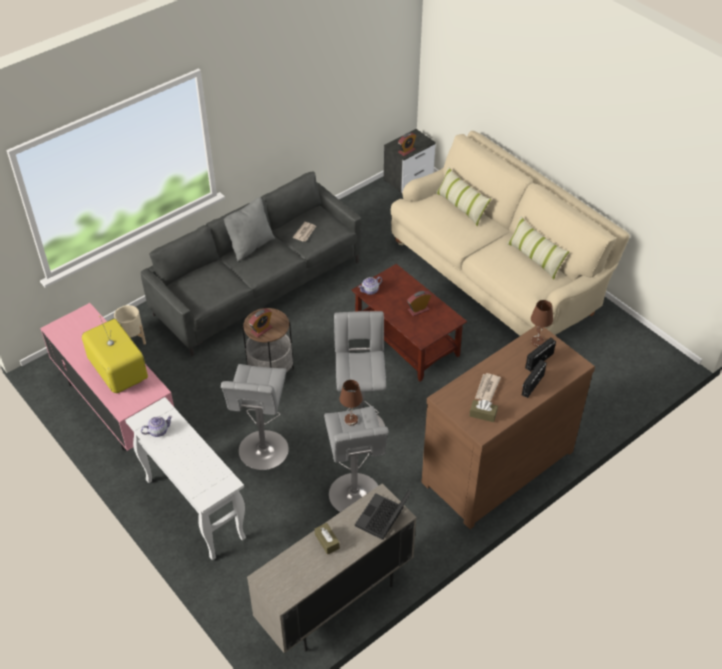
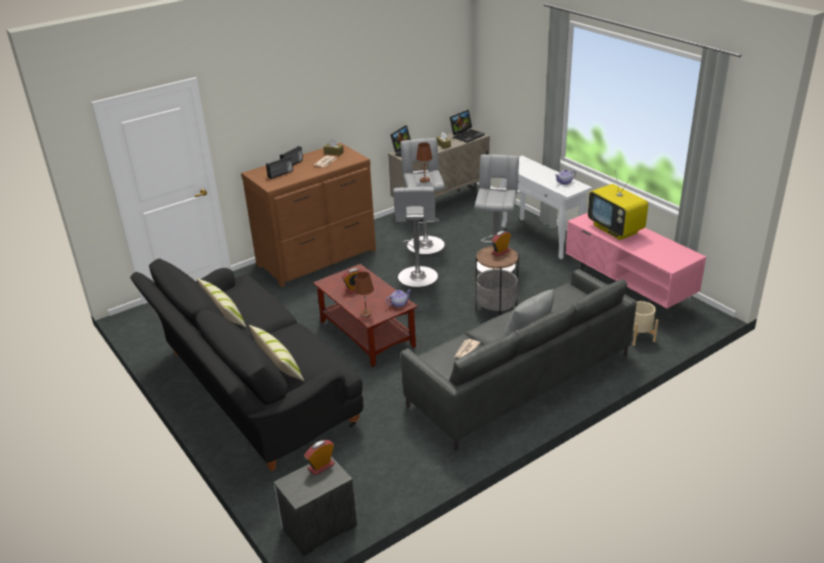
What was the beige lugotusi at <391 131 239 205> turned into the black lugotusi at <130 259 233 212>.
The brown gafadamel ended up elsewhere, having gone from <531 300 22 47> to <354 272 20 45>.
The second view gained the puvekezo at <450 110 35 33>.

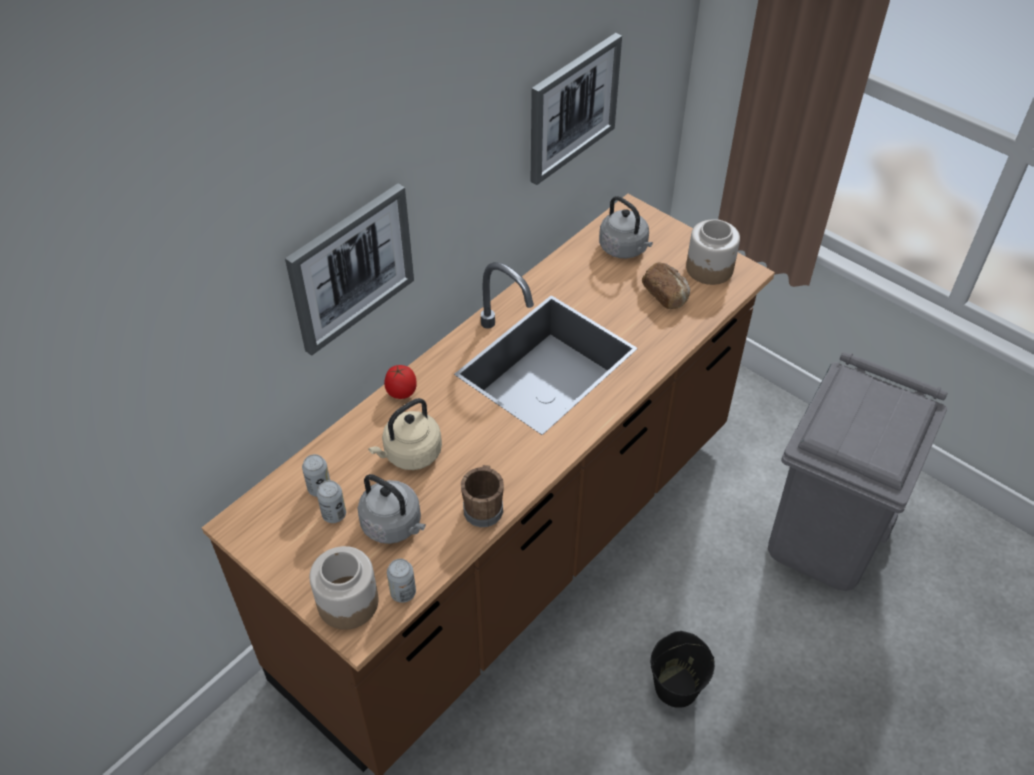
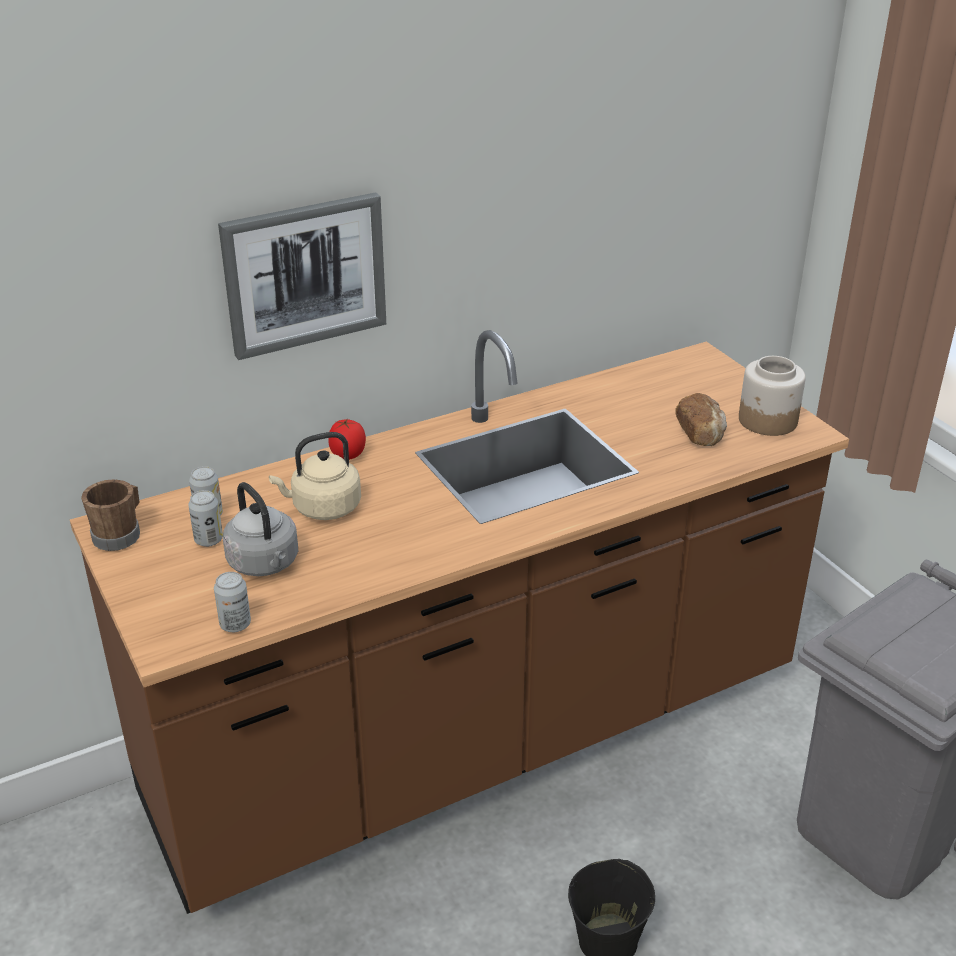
The second view lost the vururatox at <531 33 91 152>.
The second view lost the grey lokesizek at <599 196 54 62>.
The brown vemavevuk ended up elsewhere, having gone from <461 465 43 62> to <81 479 59 72>.
The second view lost the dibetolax at <310 546 68 84>.

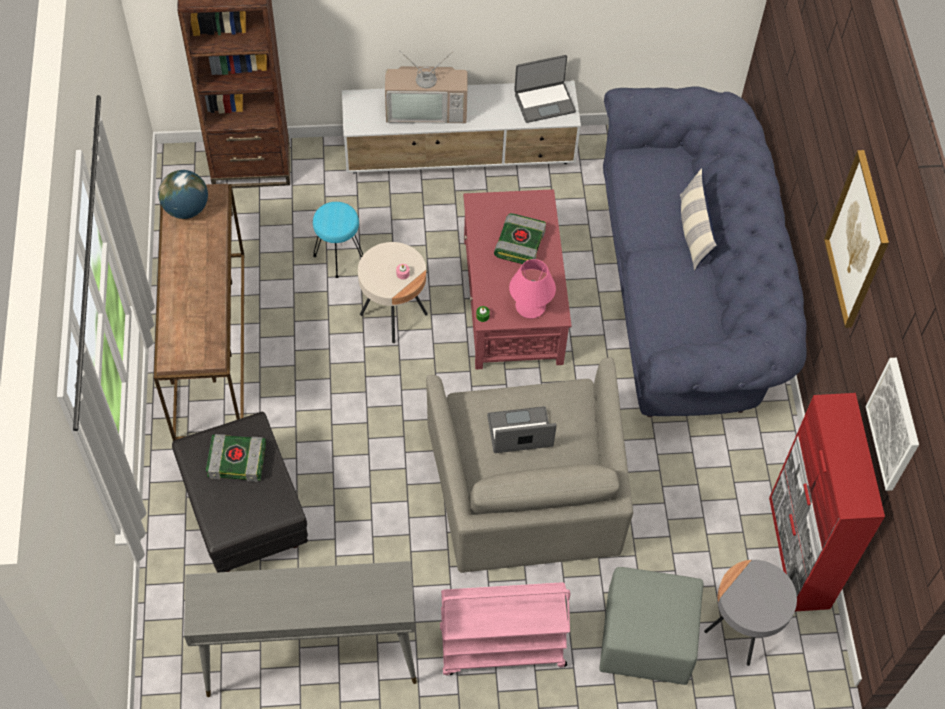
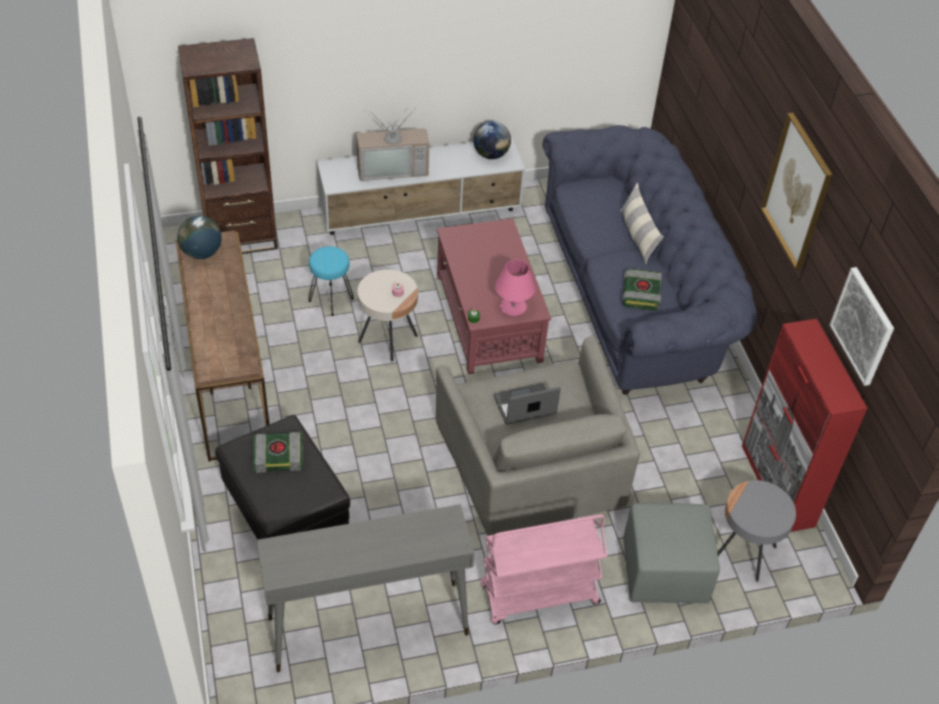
Where the puvekezo stood at <514 55 62 68>, the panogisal came to stand at <473 121 38 38>.
The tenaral ended up elsewhere, having gone from <494 213 52 51> to <622 269 40 42>.

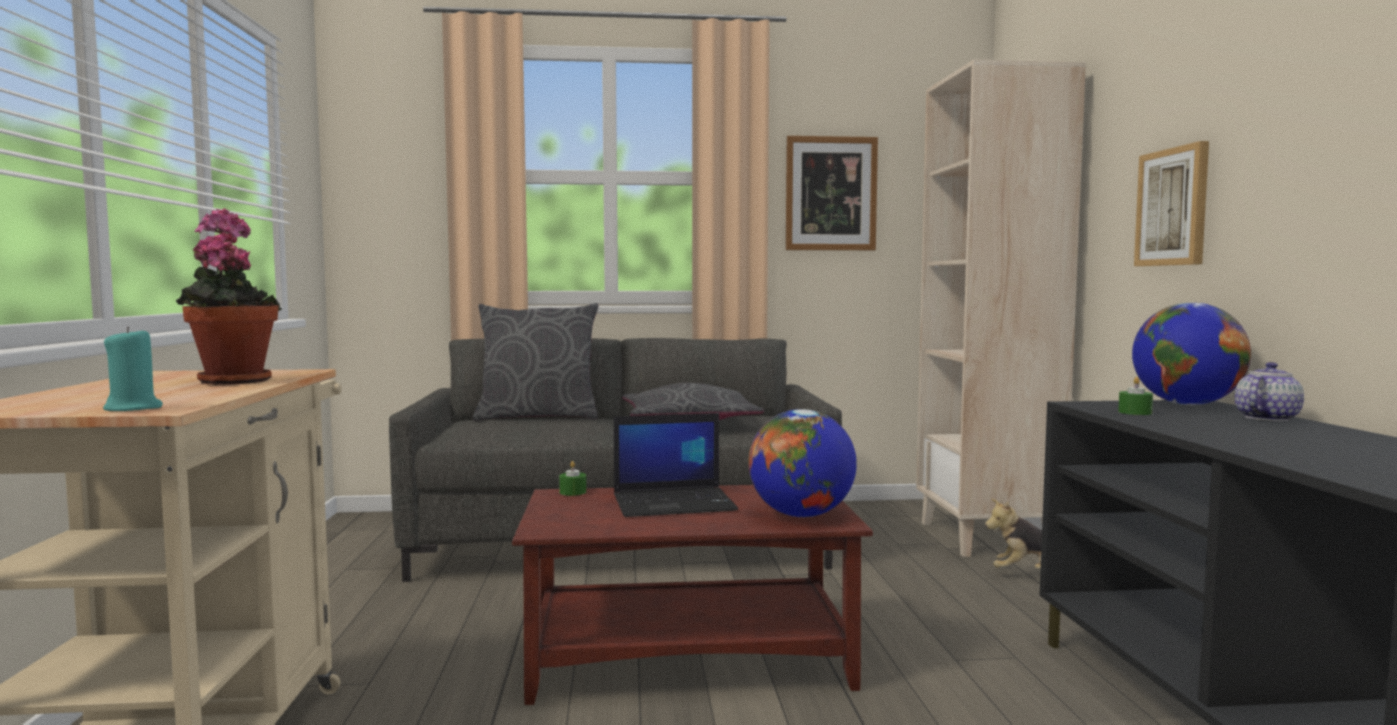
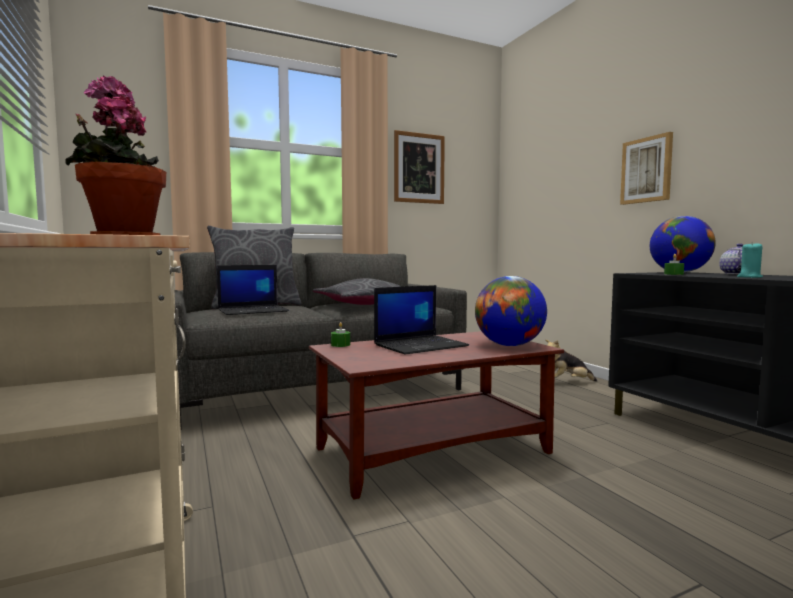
The second view lost the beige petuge at <916 59 170 498>.
The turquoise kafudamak ended up elsewhere, having gone from <103 326 60 85> to <737 243 26 35>.
The second view gained the puvekezo at <217 265 72 50>.

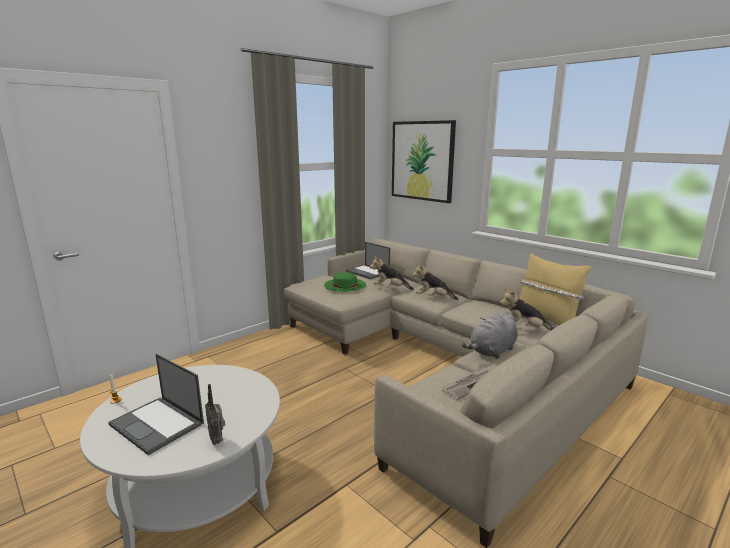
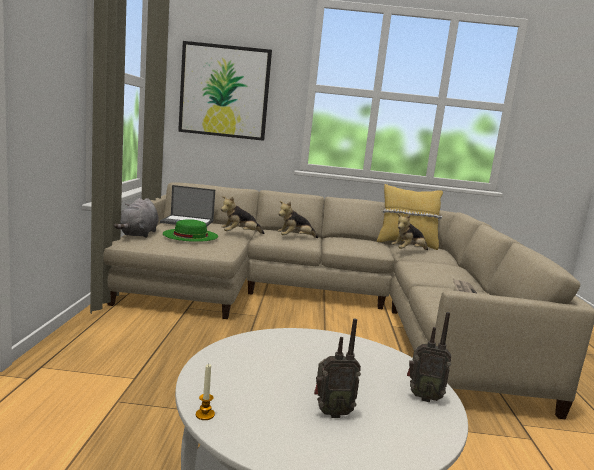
The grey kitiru ended up elsewhere, having gone from <462 311 56 48> to <114 198 45 40>.
Where the puvekezo stood at <108 354 96 101>, the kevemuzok came to stand at <314 318 47 100>.

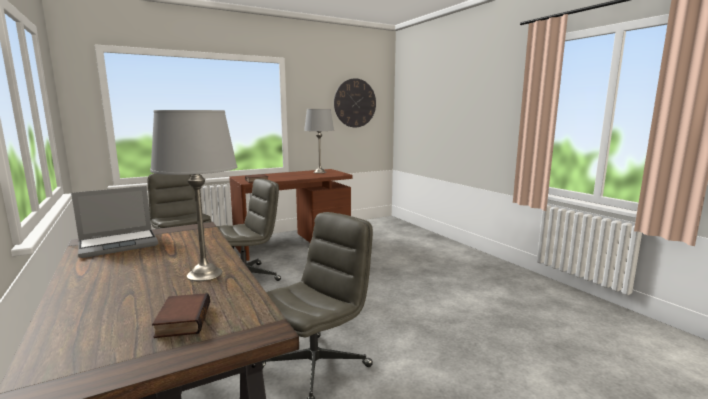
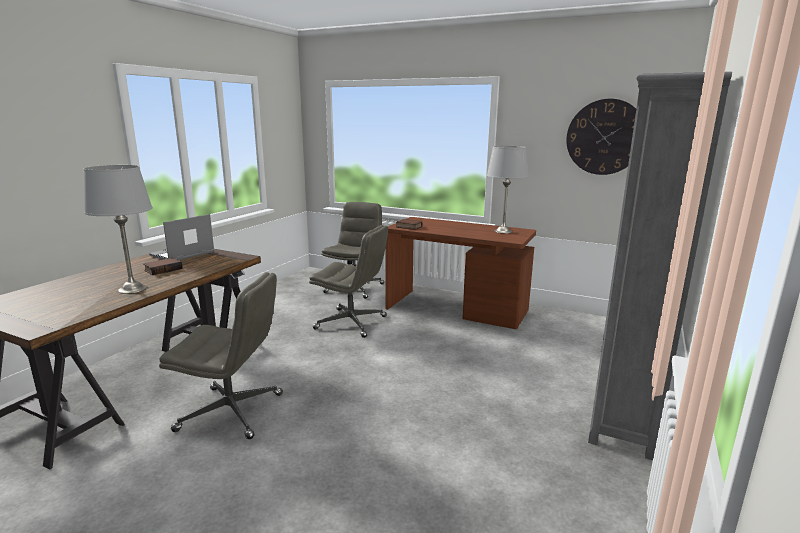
The puvekezo at <71 186 87 72> ended up facing another way, 105 degrees clockwise from before.
The tenaral ended up elsewhere, having gone from <152 293 58 45> to <143 258 39 17>.
The second view gained the grey petuge at <588 72 144 388>.

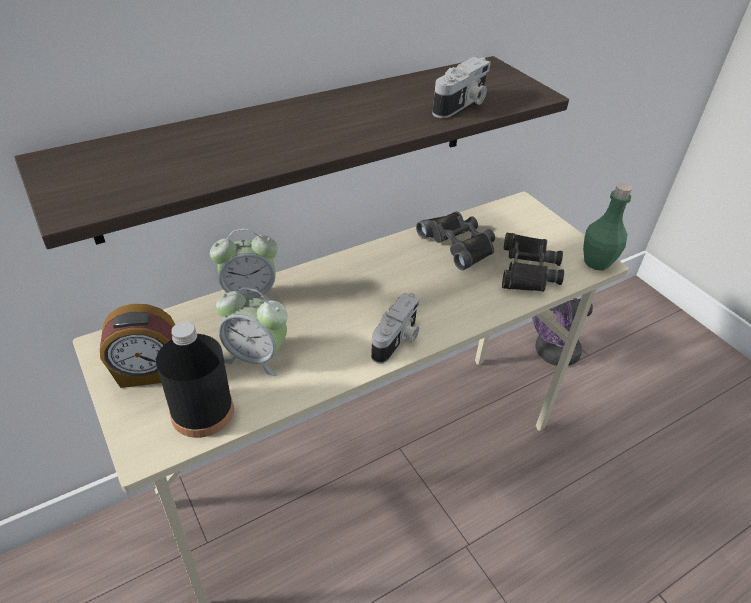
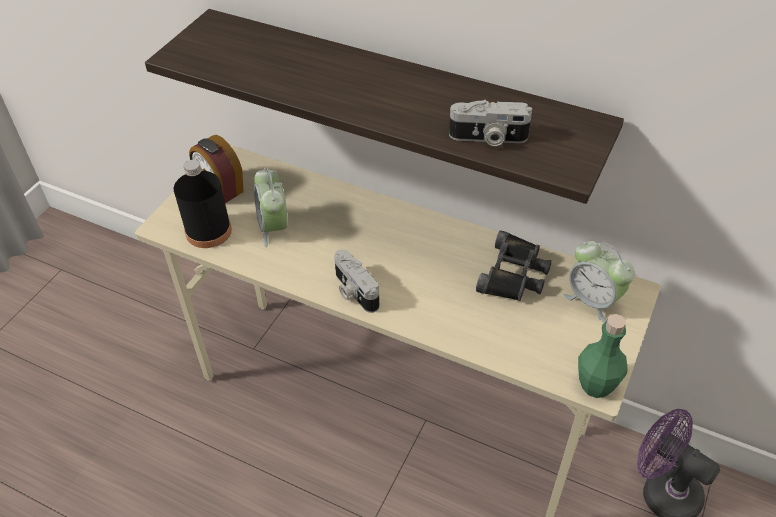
The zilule ended up elsewhere, having gone from <210 229 68 73> to <564 241 71 81>.
The second view lost the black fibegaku at <502 233 62 59>.
The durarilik at <371 293 49 71> ended up facing another way, 60 degrees clockwise from before.

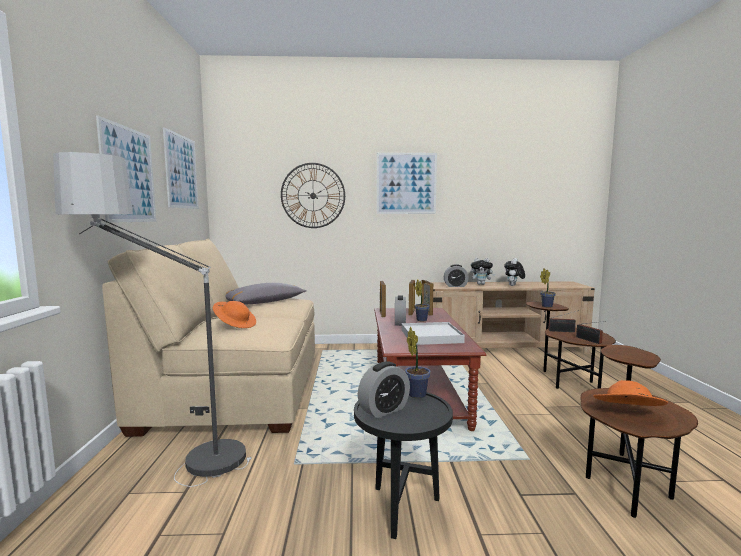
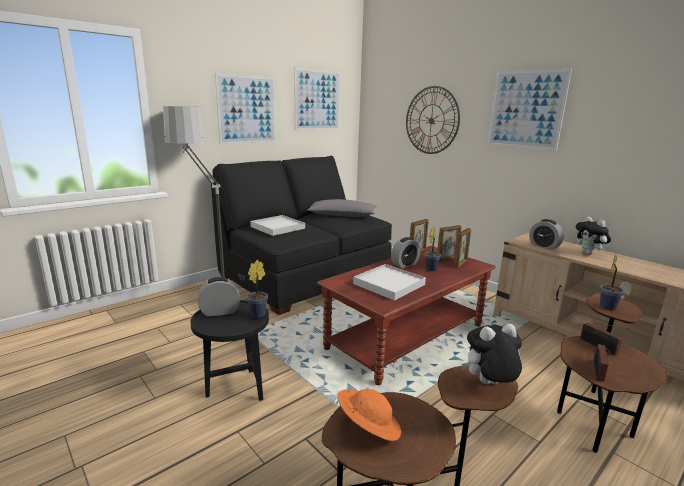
What was the beige lugotusi at <102 238 213 199> turned into the black lugotusi at <211 156 181 159>.
The kitiru ended up elsewhere, having gone from <504 258 21 28> to <462 324 60 60>.
Where the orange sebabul stood at <213 301 43 27>, the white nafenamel came to stand at <250 215 55 21>.
The zilule at <358 361 52 58> ended up facing another way, 150 degrees clockwise from before.

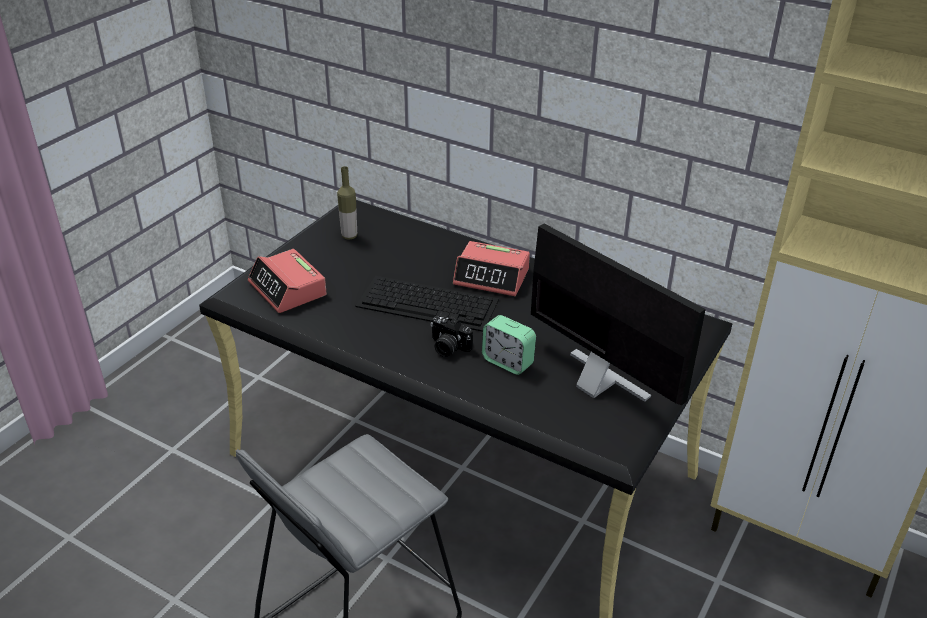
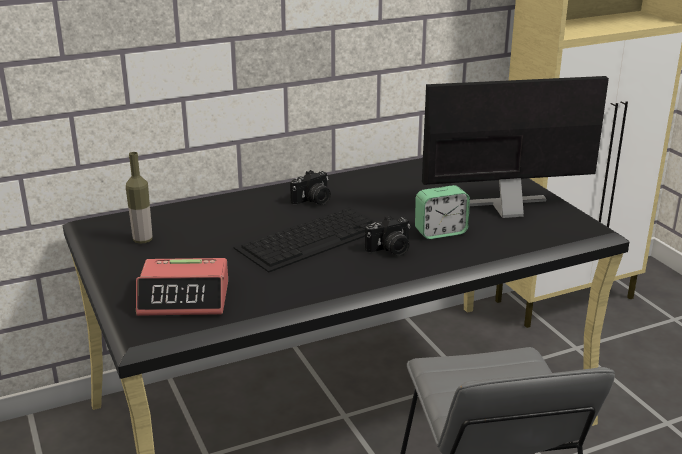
Where the zilule stood at <453 241 77 55>, the durarilik came to stand at <290 170 41 35>.

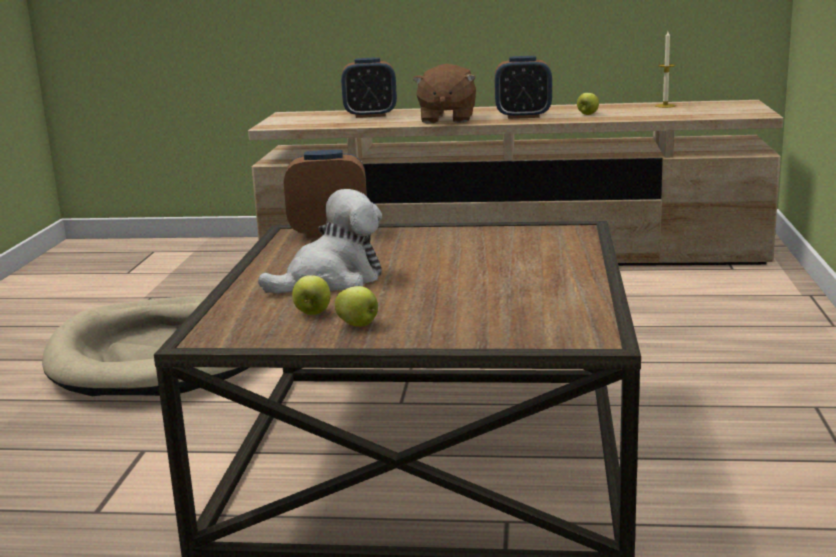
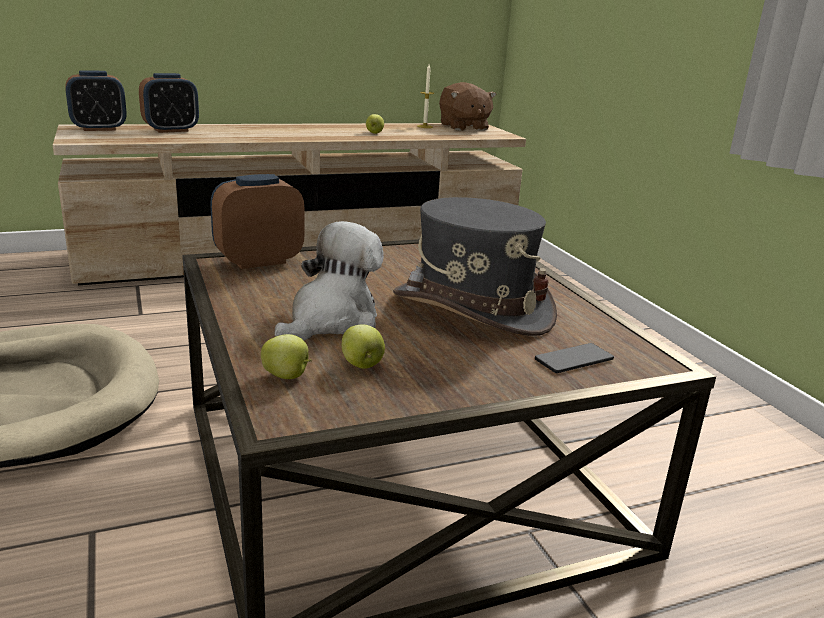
The zilule ended up elsewhere, having gone from <494 56 58 63> to <65 70 62 61>.
The brown kitiru ended up elsewhere, having gone from <413 64 63 60> to <439 82 58 49>.
The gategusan ended up elsewhere, having gone from <335 286 43 41> to <261 334 51 45>.
The second view gained the grey sebabul at <393 197 164 139>.
The second view gained the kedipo at <535 343 79 30>.

